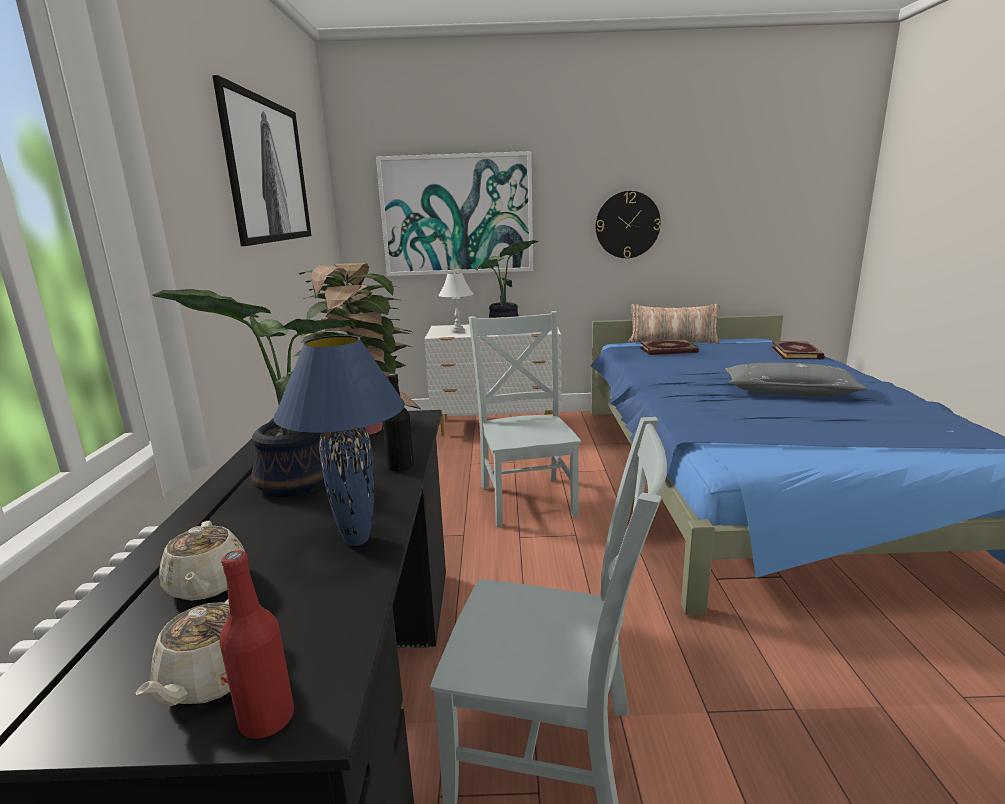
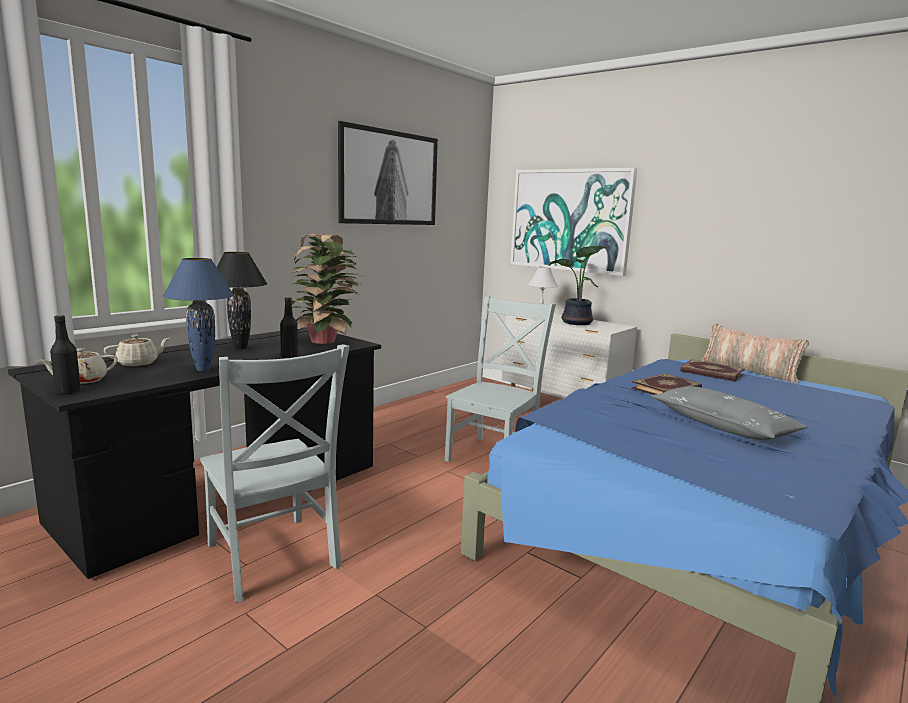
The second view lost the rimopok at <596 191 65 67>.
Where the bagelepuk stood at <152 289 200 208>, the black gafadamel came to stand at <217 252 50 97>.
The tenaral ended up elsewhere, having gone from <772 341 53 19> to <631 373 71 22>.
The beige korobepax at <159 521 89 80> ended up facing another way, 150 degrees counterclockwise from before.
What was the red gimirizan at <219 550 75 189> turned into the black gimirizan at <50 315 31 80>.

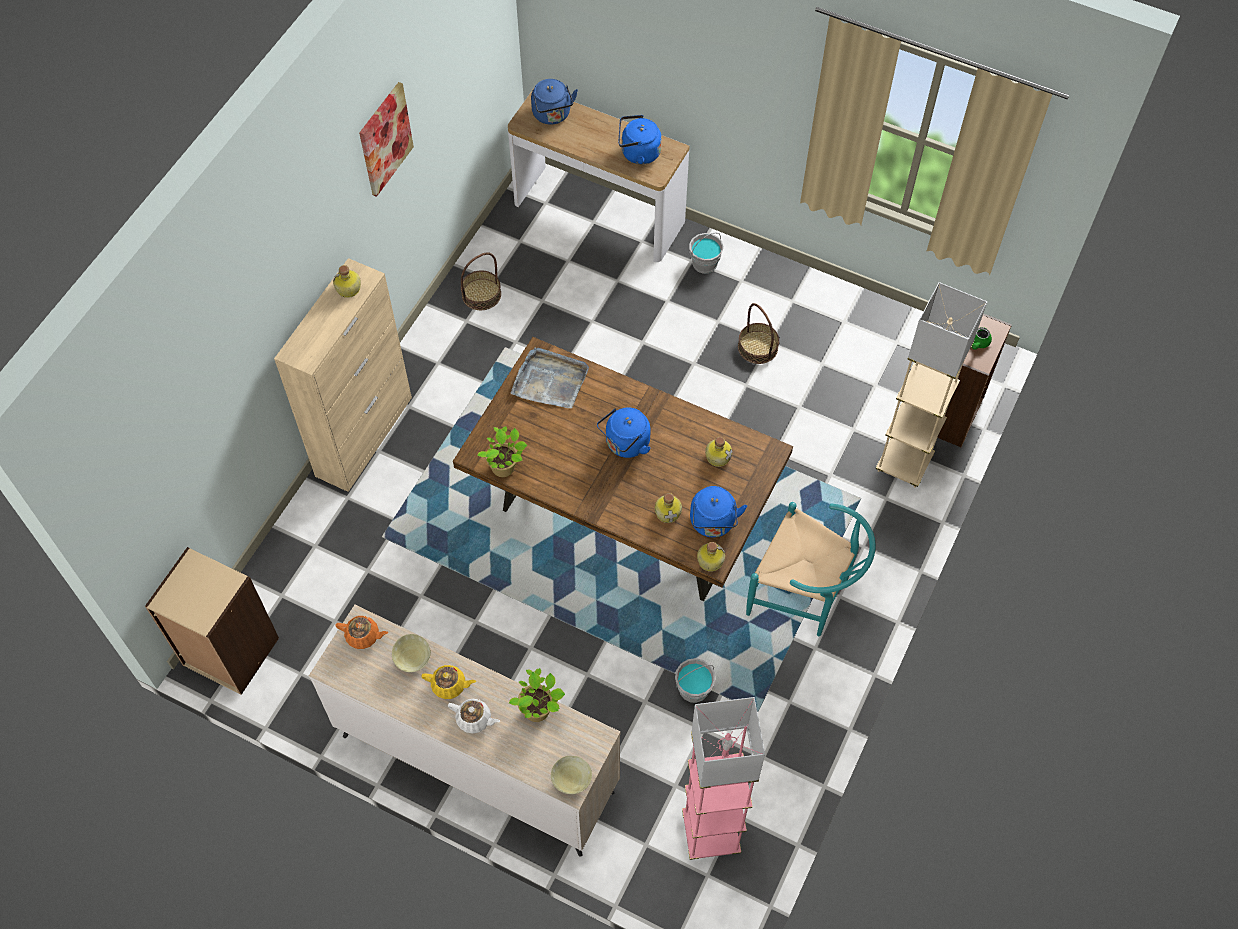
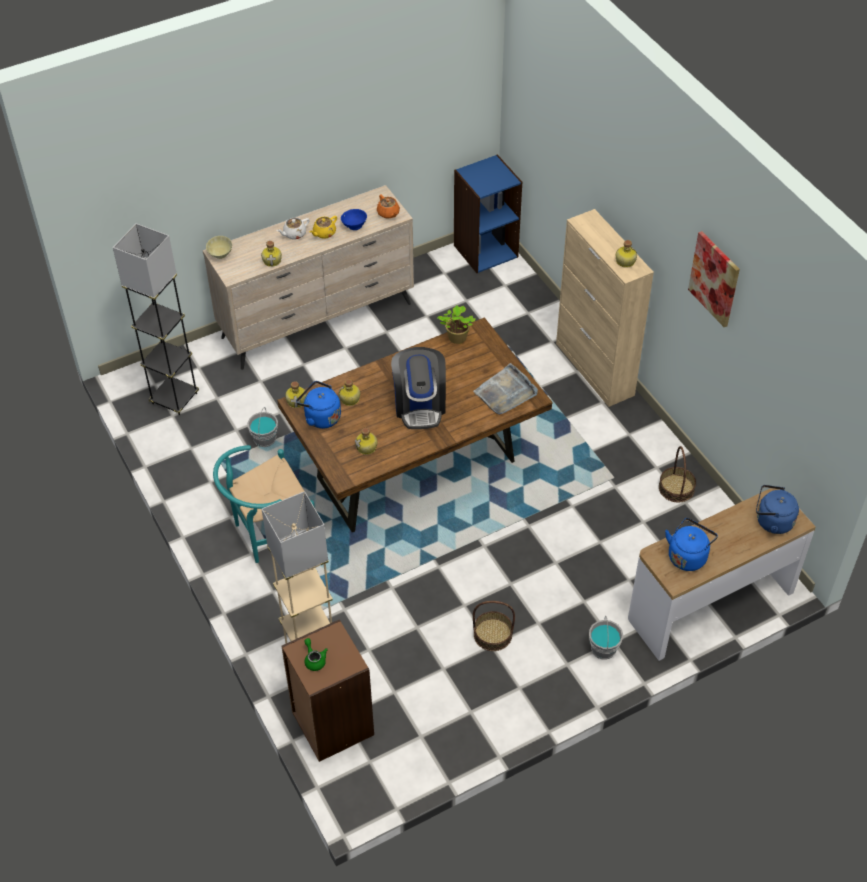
Where the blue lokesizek stood at <597 407 54 51>, the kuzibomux came to stand at <391 347 55 82>.
What was the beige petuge at <145 547 134 148> turned into the blue petuge at <454 154 68 119>.
The orange korobepax at <335 616 53 33> ended up facing another way, 75 degrees counterclockwise from before.
What was the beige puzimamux at <392 634 39 38> turned into the blue puzimamux at <341 209 26 21>.
Where the bagelepuk stood at <509 668 56 54>, the gimirizan came to stand at <261 241 21 26>.
What was the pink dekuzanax at <682 697 83 163> turned into the grey dekuzanax at <113 223 86 192>.

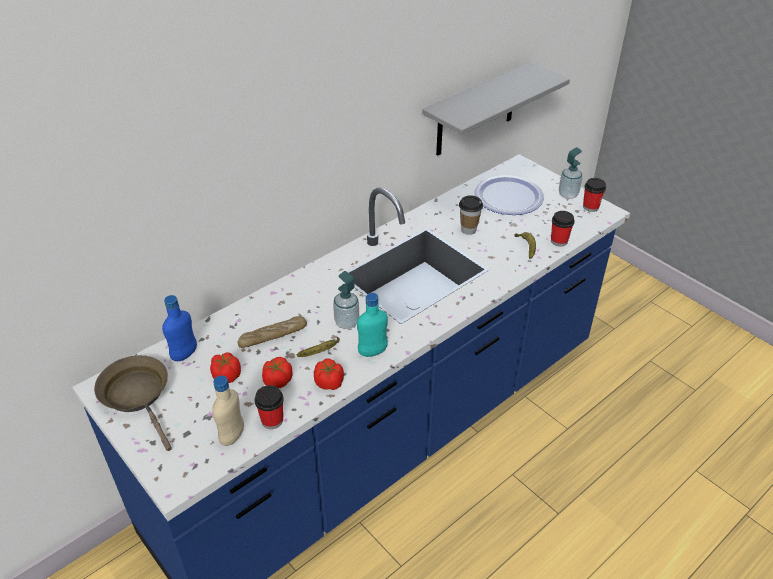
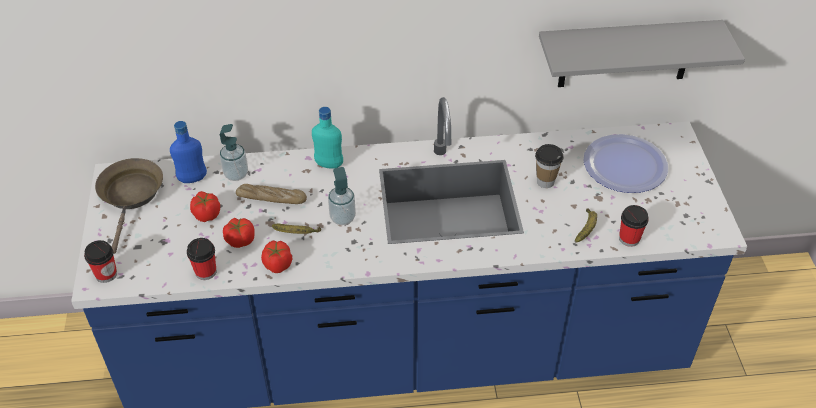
The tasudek ended up elsewhere, having gone from <559 147 24 52> to <220 124 28 57>.
The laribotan ended up elsewhere, having gone from <583 178 23 34> to <84 240 33 43>.
The turquoise gimirizan ended up elsewhere, having gone from <357 293 31 64> to <312 107 31 62>.
The second view lost the beige gimirizan at <212 376 32 70>.

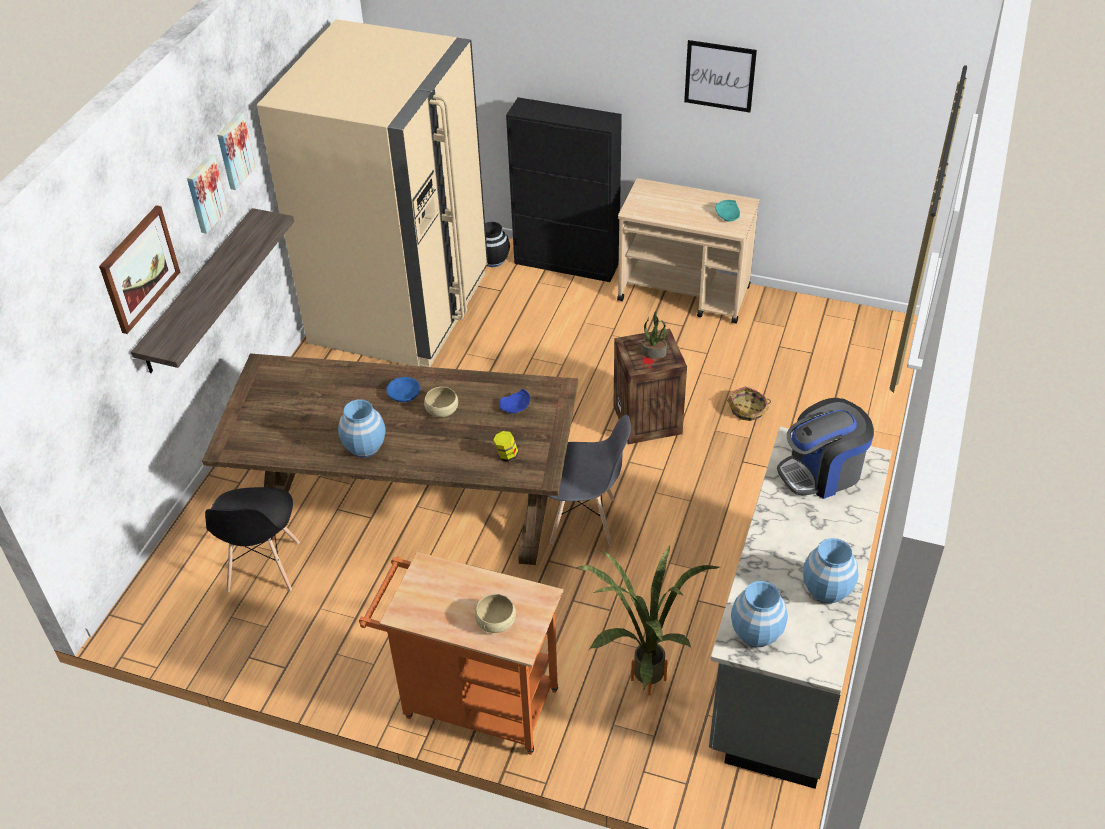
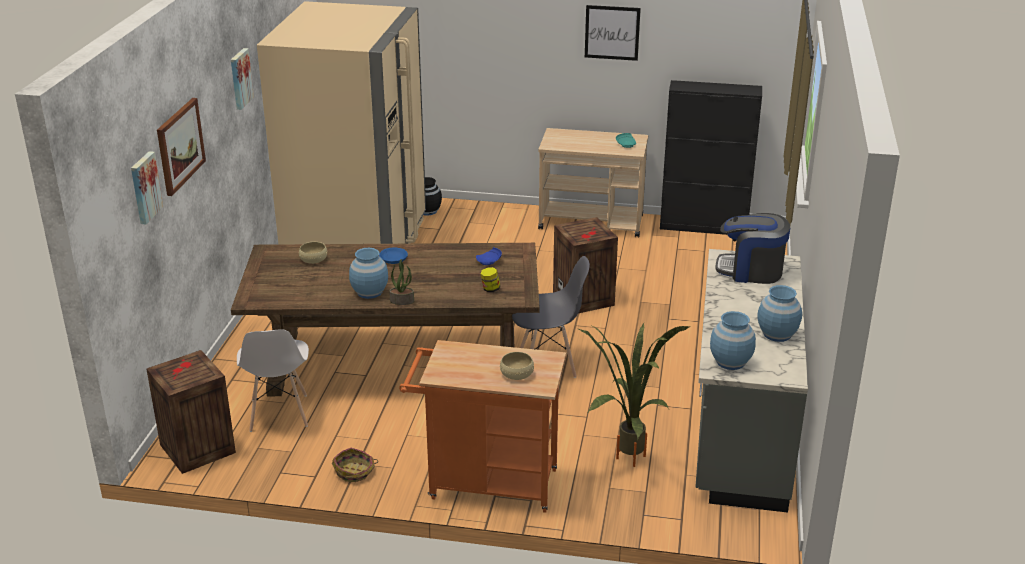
The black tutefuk ended up elsewhere, having gone from <506 97 116 185> to <660 80 102 155>.
The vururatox ended up elsewhere, having gone from <187 154 41 80> to <131 151 32 73>.
The second view lost the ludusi at <131 208 163 165>.
The bagelepuk ended up elsewhere, having gone from <641 311 26 48> to <389 259 25 46>.
The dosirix ended up elsewhere, having gone from <727 386 44 35> to <332 448 46 34>.
The beige puzimamux ended up elsewhere, having gone from <424 387 34 30> to <299 242 28 22>.
The kuzibomux at <777 398 97 101> ended up facing another way, 45 degrees clockwise from before.
What was the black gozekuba at <205 487 94 105> turned into the white gozekuba at <237 329 72 103>.
The second view gained the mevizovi at <146 350 90 124>.

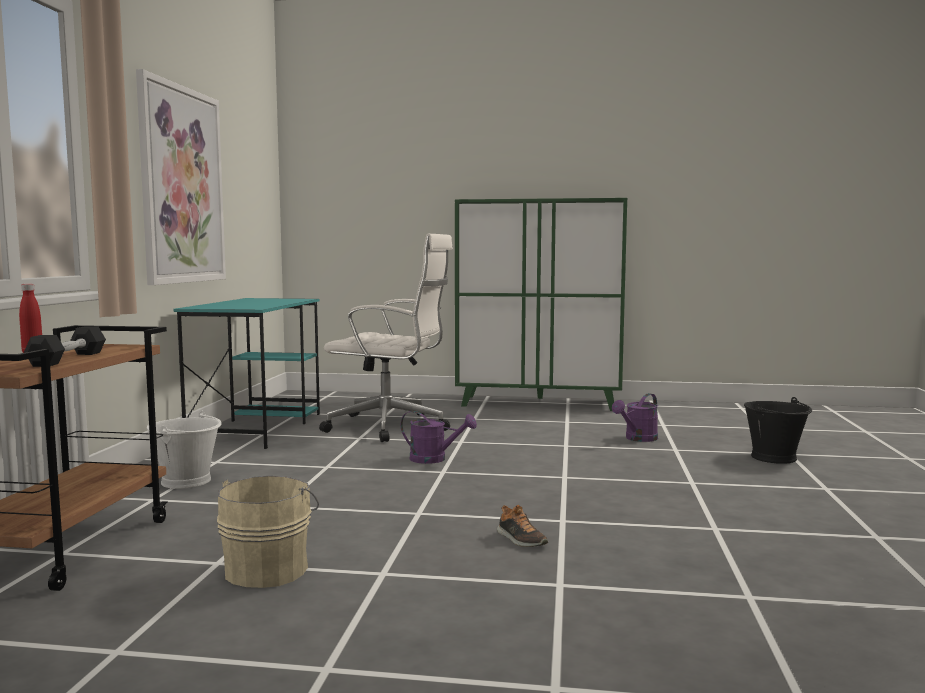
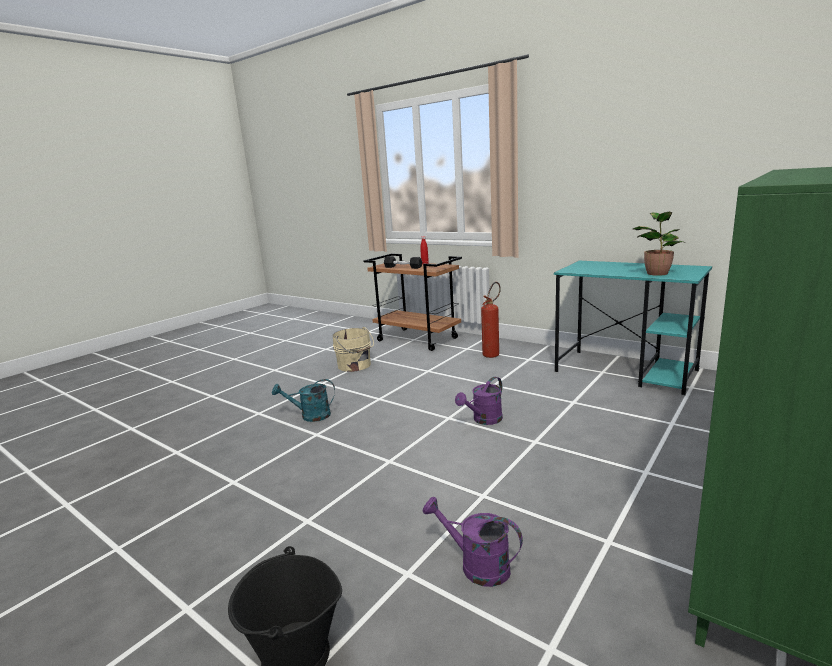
The second view lost the vururatox at <136 69 90 216>.
The second view lost the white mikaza at <319 234 134 208>.
The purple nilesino at <612 393 46 49> ended up facing another way, 45 degrees counterclockwise from before.
Where the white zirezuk stood at <147 411 75 78>, the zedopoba came to stand at <481 282 20 76>.
Where the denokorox stood at <497 505 51 42>, the turquoise nilesino came to stand at <272 379 63 43>.
The second view gained the bagelepuk at <633 212 52 64>.

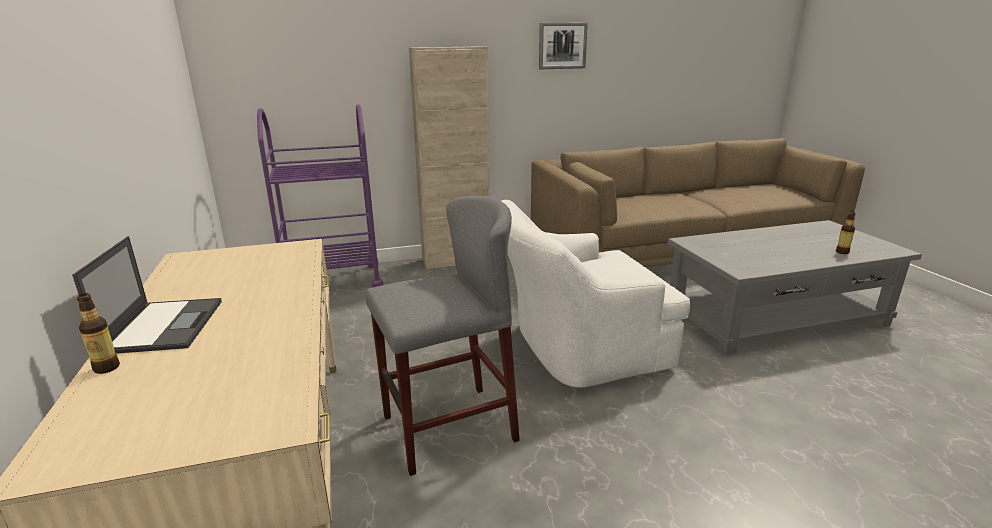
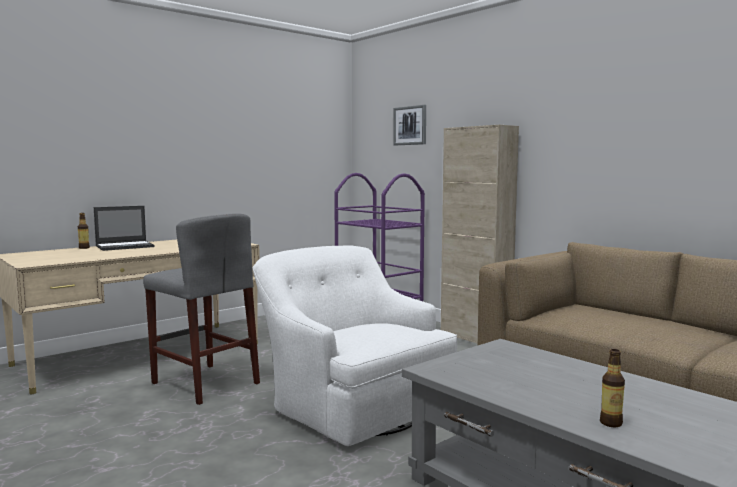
The vururatox ended up elsewhere, having gone from <539 23 49 46> to <393 105 33 40>.

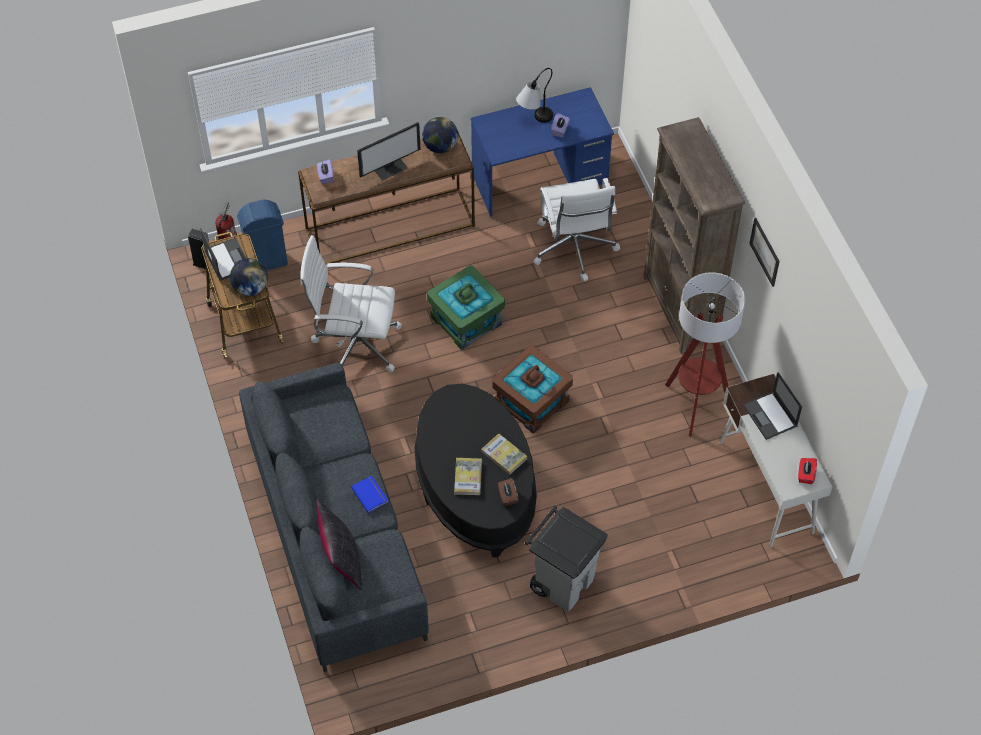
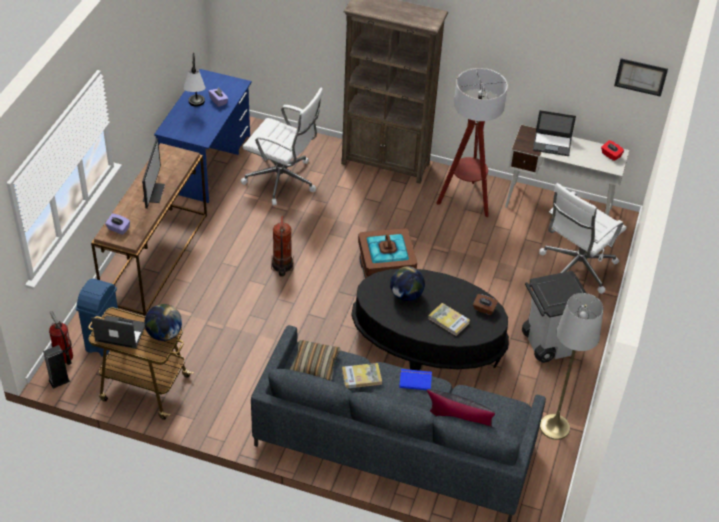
The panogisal ended up elsewhere, having gone from <422 117 36 36> to <390 267 35 34>.
The vururatox ended up elsewhere, having gone from <749 218 31 69> to <614 58 54 39>.
The white mikaza ended up elsewhere, having gone from <300 235 102 137> to <539 183 88 111>.
Where the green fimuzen stood at <427 266 78 84>, the zedopoba came to stand at <271 216 23 61>.
The tenaral ended up elsewhere, having gone from <481 433 46 42> to <342 363 40 25>.
The second view gained the grey dekuzanax at <540 293 63 147>.
The second view gained the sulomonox at <290 340 50 41>.

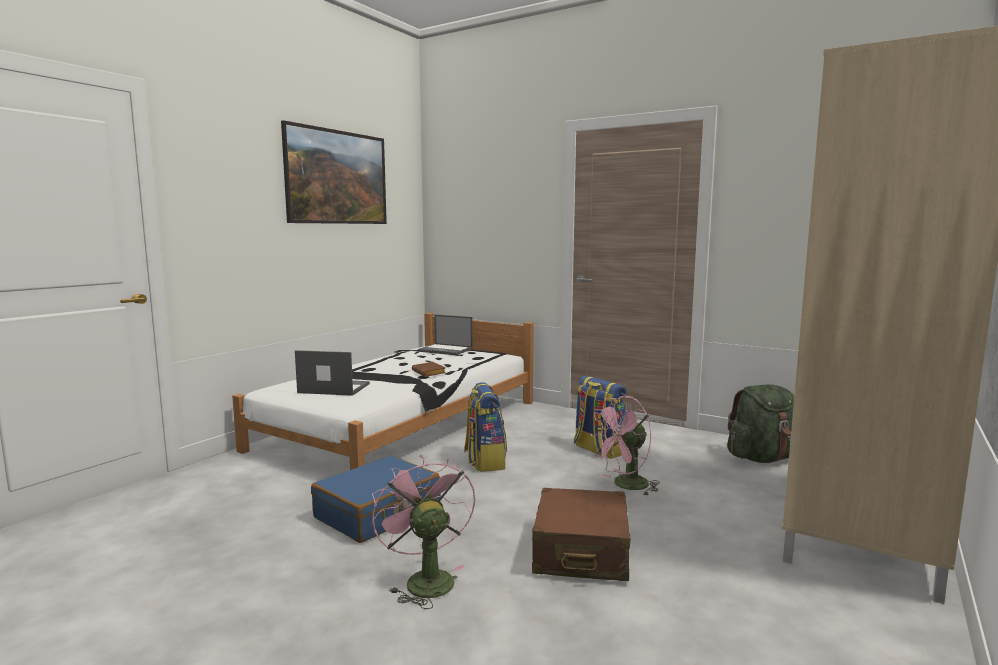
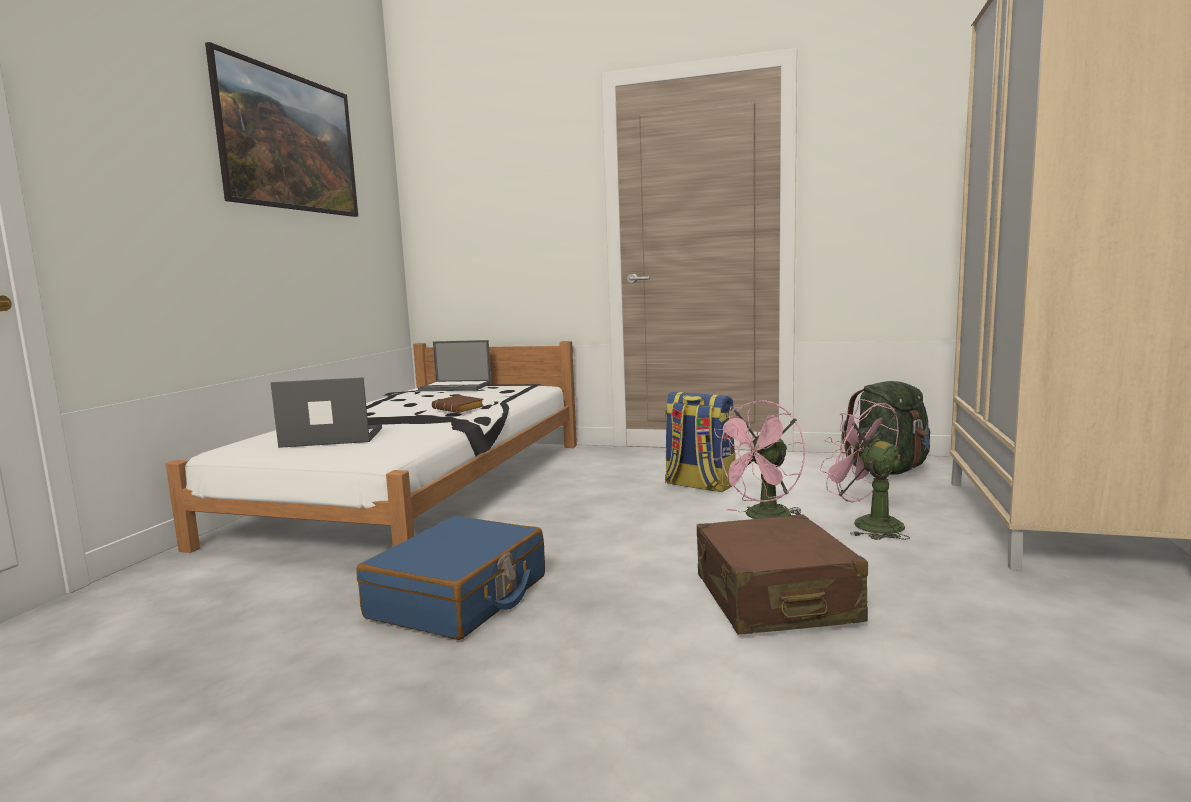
The second view lost the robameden at <464 382 43 90>.
The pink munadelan ended up elsewhere, having gone from <372 455 103 154> to <820 399 90 141>.

